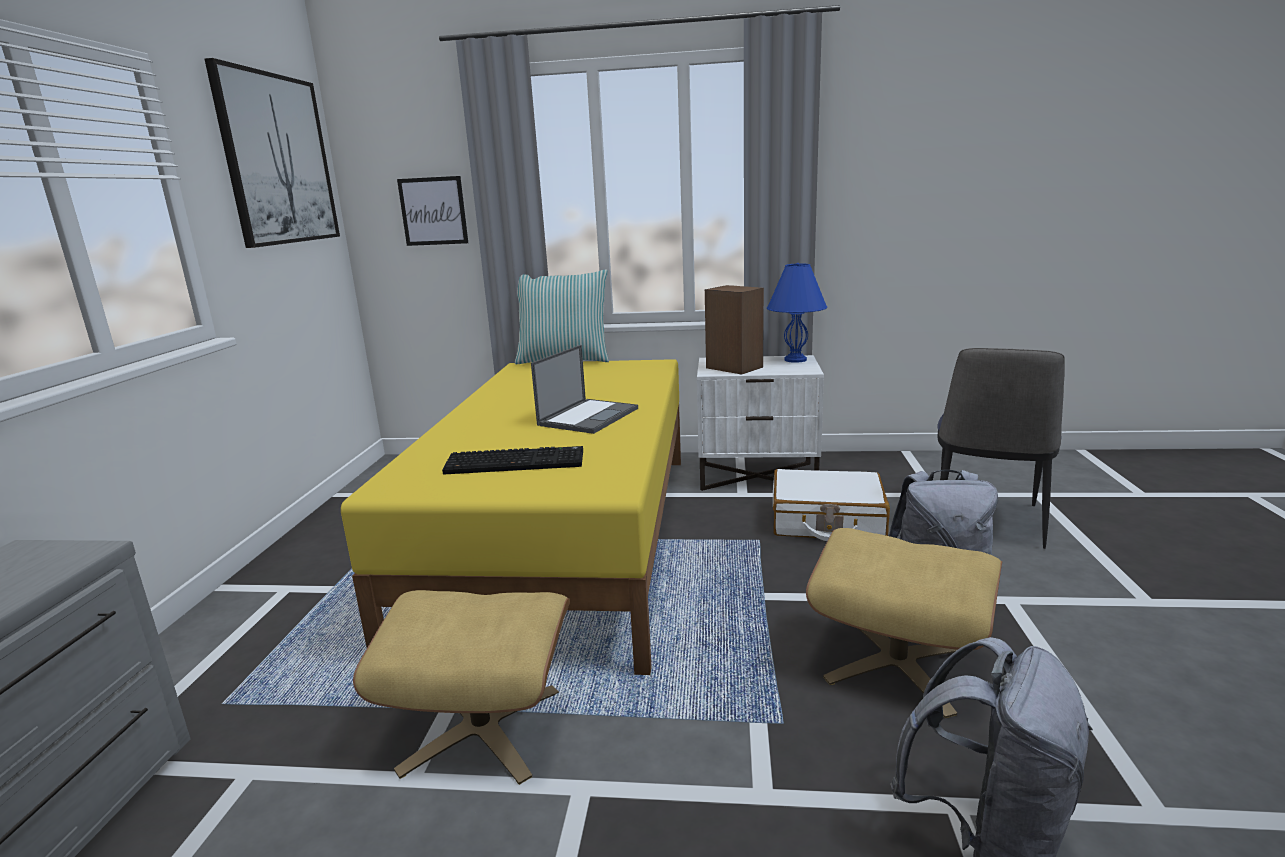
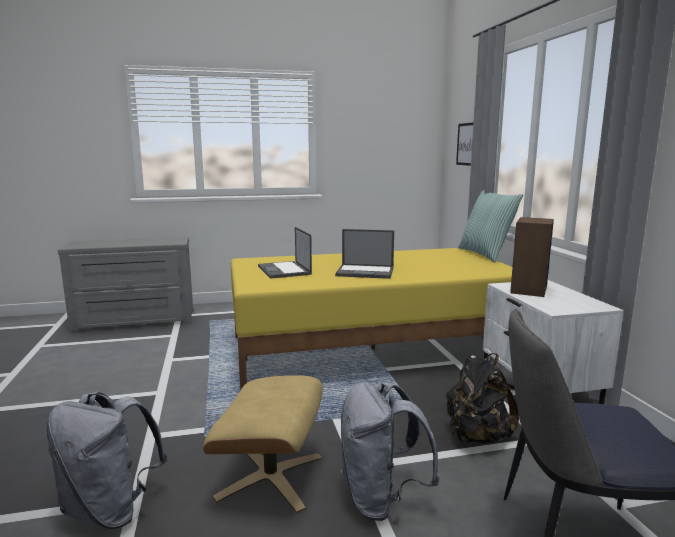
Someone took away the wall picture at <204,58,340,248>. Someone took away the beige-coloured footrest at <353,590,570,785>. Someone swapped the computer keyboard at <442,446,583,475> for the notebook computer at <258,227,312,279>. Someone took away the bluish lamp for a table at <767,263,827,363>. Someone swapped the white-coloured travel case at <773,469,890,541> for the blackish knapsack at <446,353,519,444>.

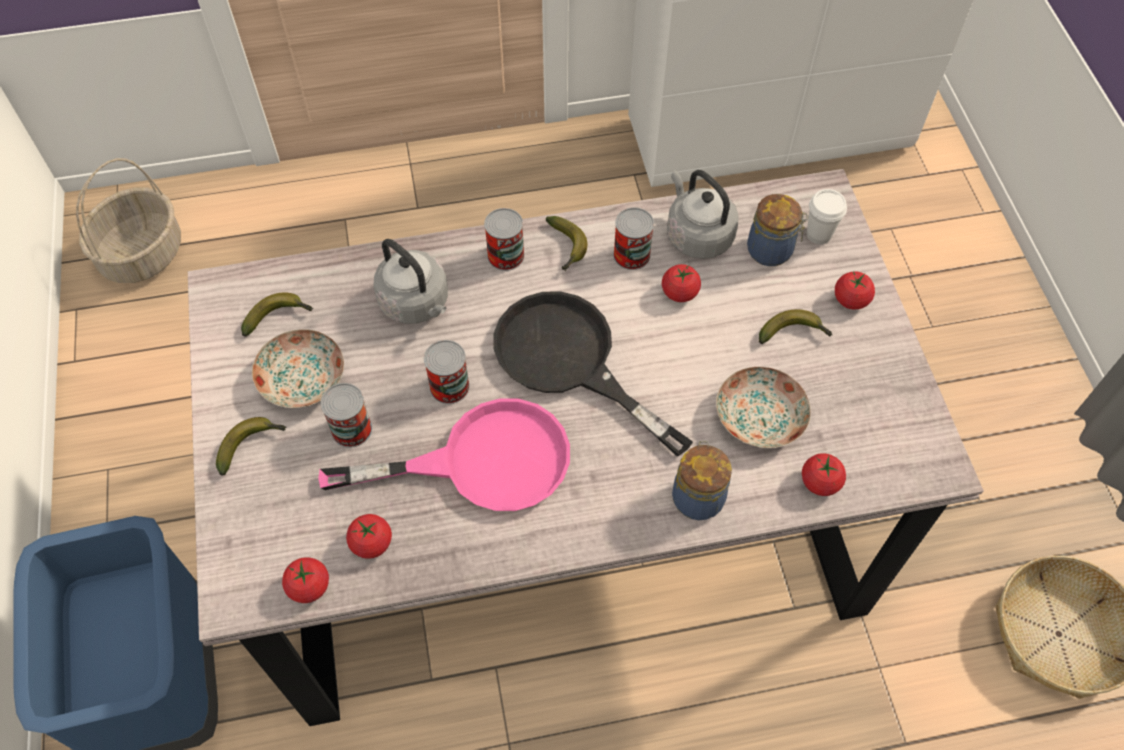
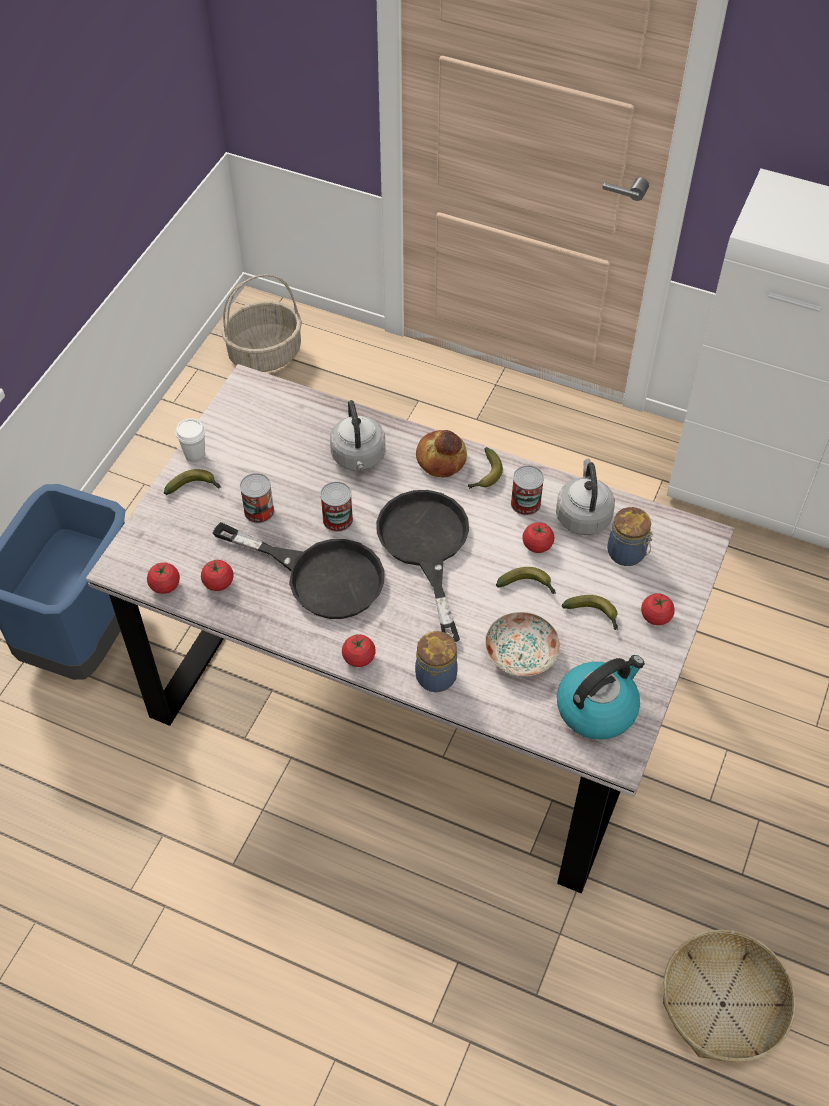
Someone carried the whole banana from <241,293,313,337> to <496,567,556,594>. Someone took away the dinner plate at <252,329,344,408>. Someone repainted the pinkish skillet at <318,398,570,511>, which became the blackish skillet at <213,522,384,619>. Someone swapped the sealed can at <484,208,525,271> for the baked bread at <416,430,467,478>. Someone carried the whole tomato from <802,453,846,496> to <342,634,376,667>. Someone carried the white-coloured drinking cup from <807,189,847,244> to <176,418,206,463>. Someone put down the kettle at <557,655,644,739>.

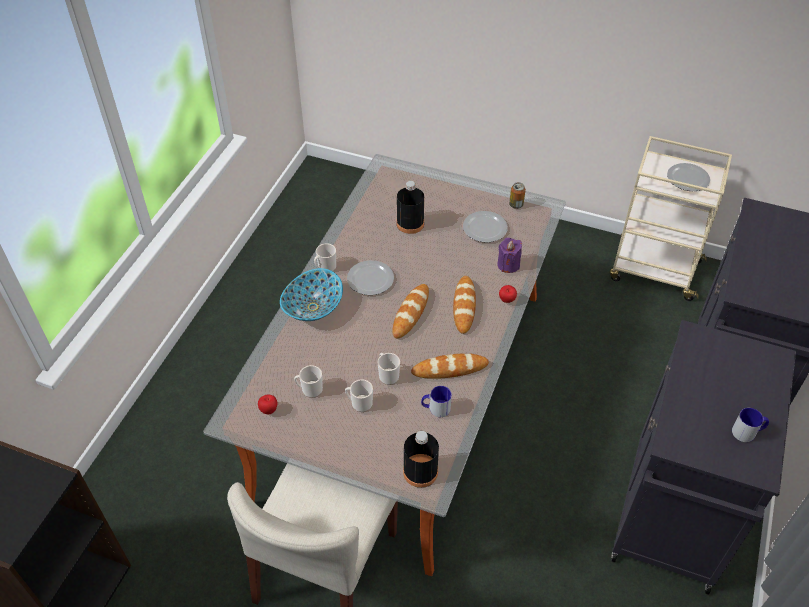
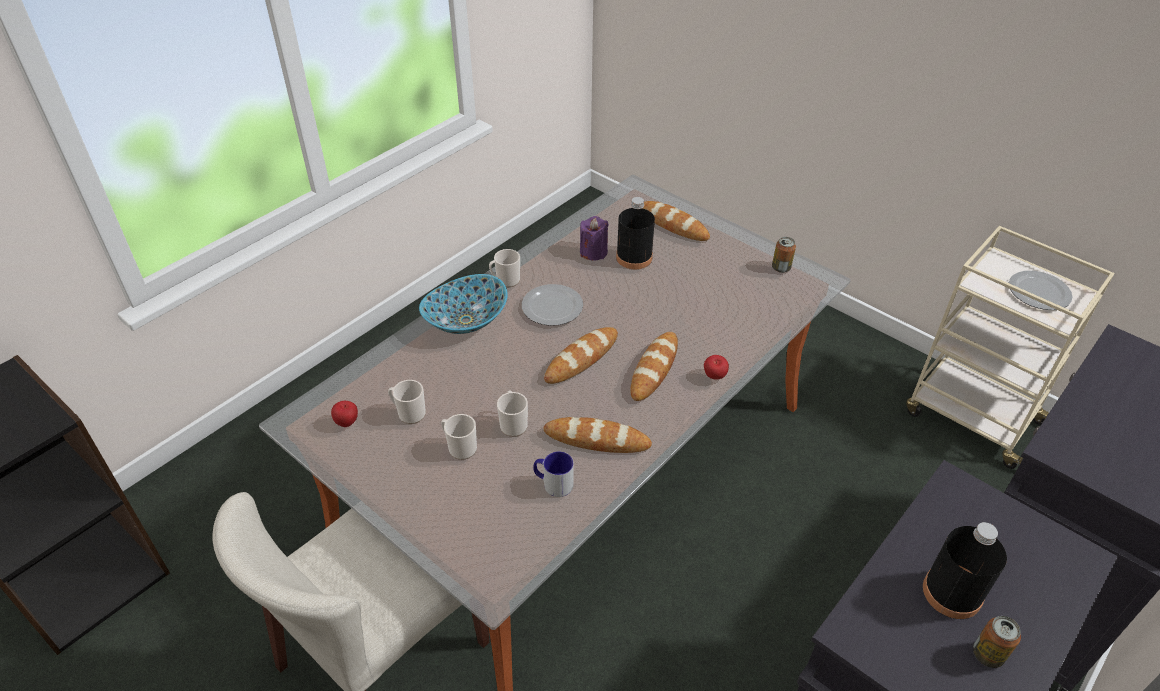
Someone carried the blackish drink bottle from <403,431,439,488> to <923,522,1007,619>. Someone took away the dinner plate at <463,211,508,243>. Someone carried the purple candle from <497,238,522,273> to <580,216,609,260>. Someone swapped the coffee mug at <732,408,769,442> for the sealed can at <973,616,1021,668>. Someone put down the baked bread at <643,201,710,241>.

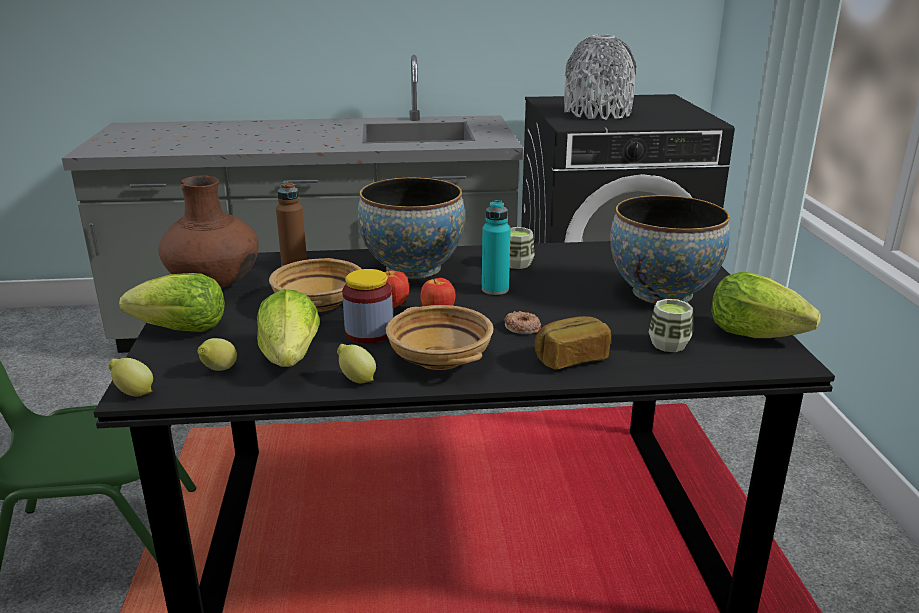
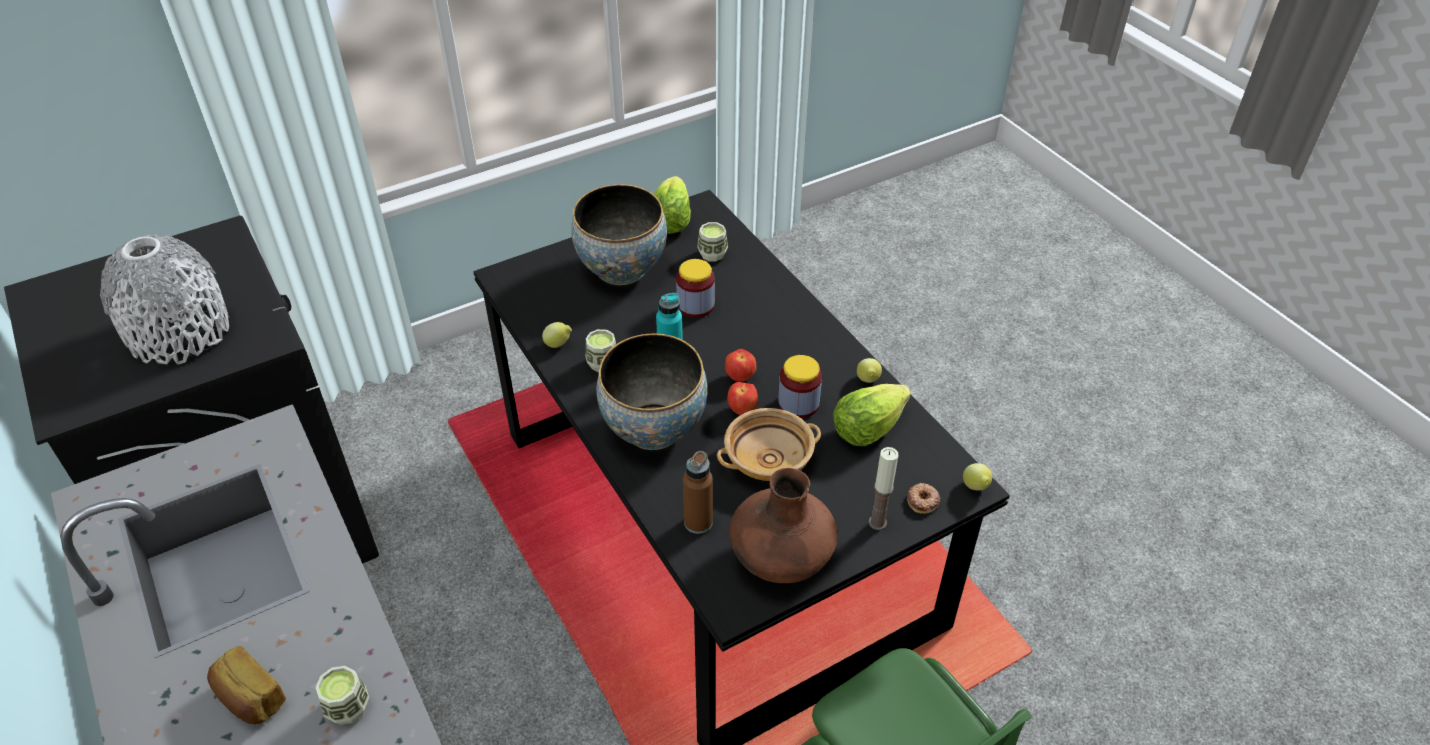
Someone swapped the lettuce at <119,273,225,332> for the candle at <869,447,898,530>. Someone carried the lemon from <197,338,237,371> to <542,322,572,348>. Someone took away the beige-coloured serving bowl at <386,305,493,370>. Someone carried the ring doughnut from <504,311,541,334> to <907,483,940,514>. Someone carried the baked bread from <534,316,611,370> to <207,646,286,725>. Someone put down the drinking cup at <316,666,369,725>. Someone put down the preserve jar at <676,259,715,318>.

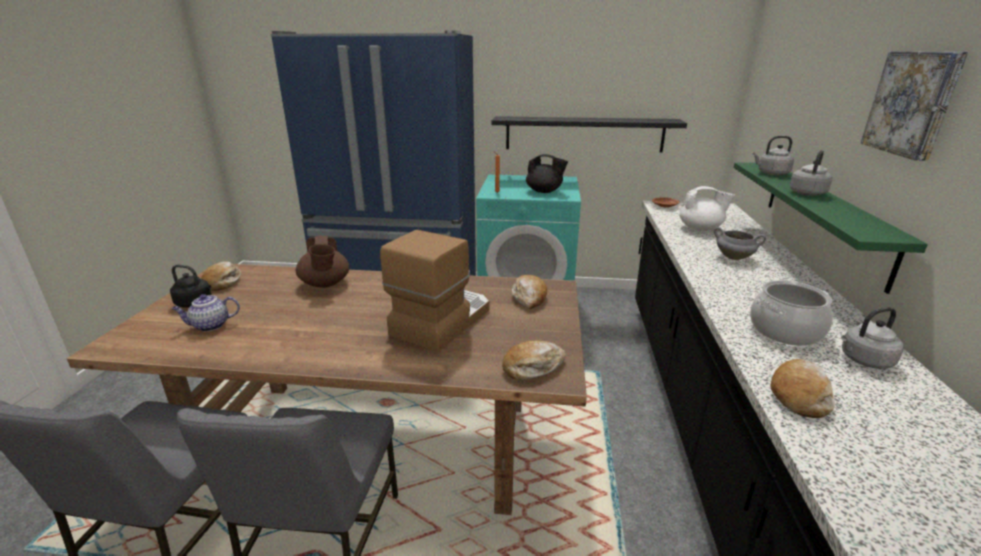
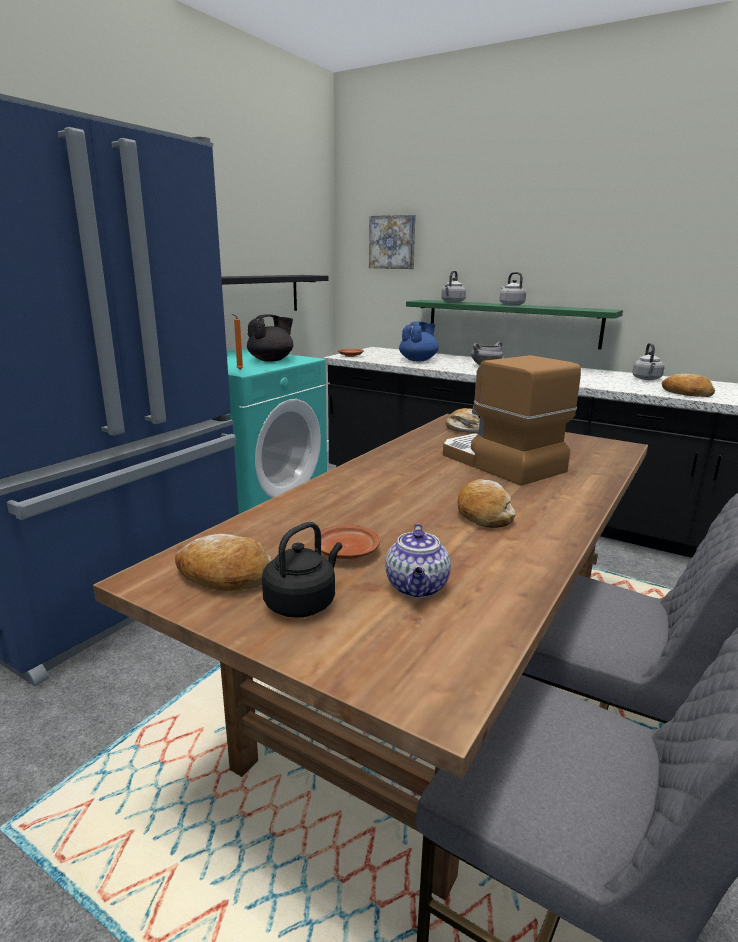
Someone took away the brown-coloured pot for tea at <296,236,349,288>. Someone carried the baked bread from <502,341,566,381> to <458,479,516,528>. Someone repainted the white-coloured pot for tea at <679,186,735,231>, which became the bluish pot for tea at <399,321,439,361>. Someone took away the stockpot at <750,280,833,346>. Someone carried the wall picture from <861,51,968,161> to <369,215,416,269>. Someone put down the brown-coloured dinner plate at <314,524,380,559>.

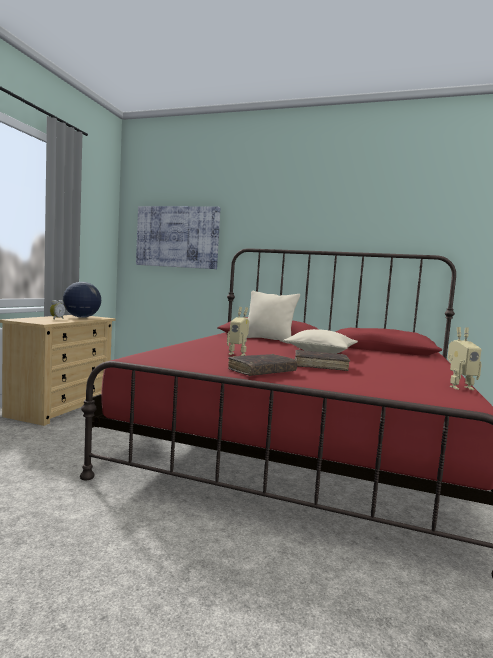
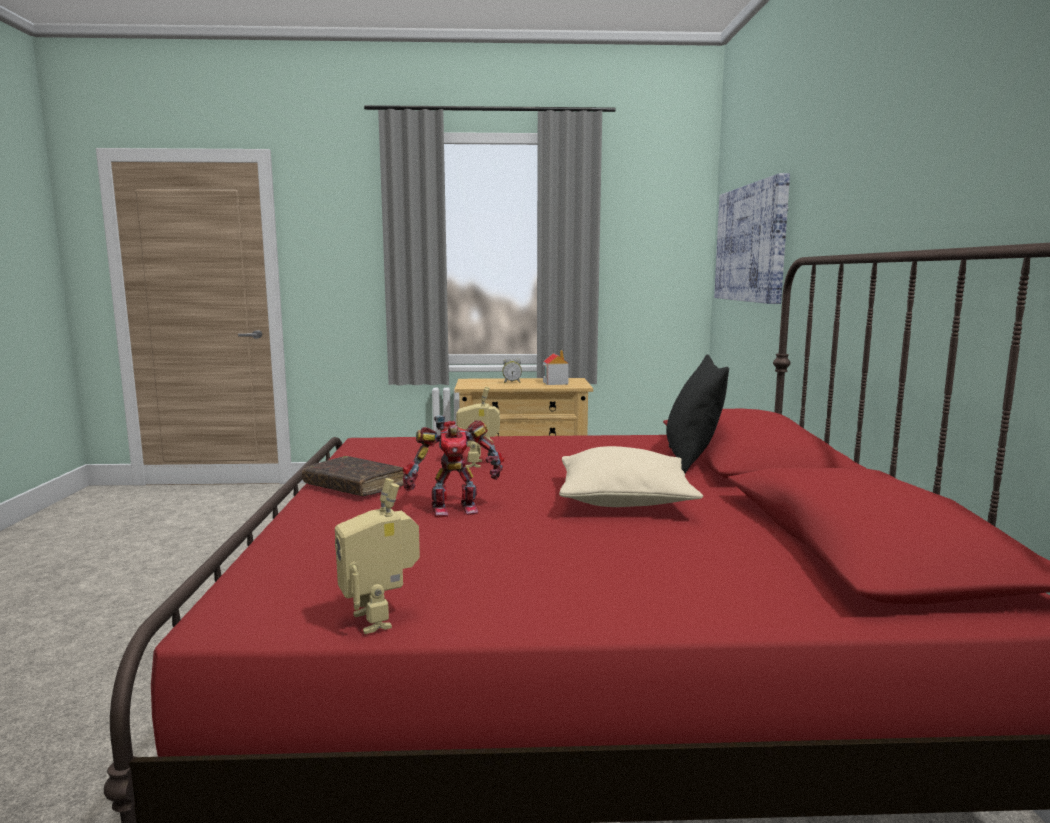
Someone swapped the world globe at <63,282,101,318> for the model house at <543,350,569,385>. Someone repainted the beige-coloured throw pillow at <247,291,300,344>, which became the blackish throw pillow at <667,354,729,473>. Someone swapped the brown-coloured book at <295,349,350,371> for the robot figure at <403,415,504,518>.

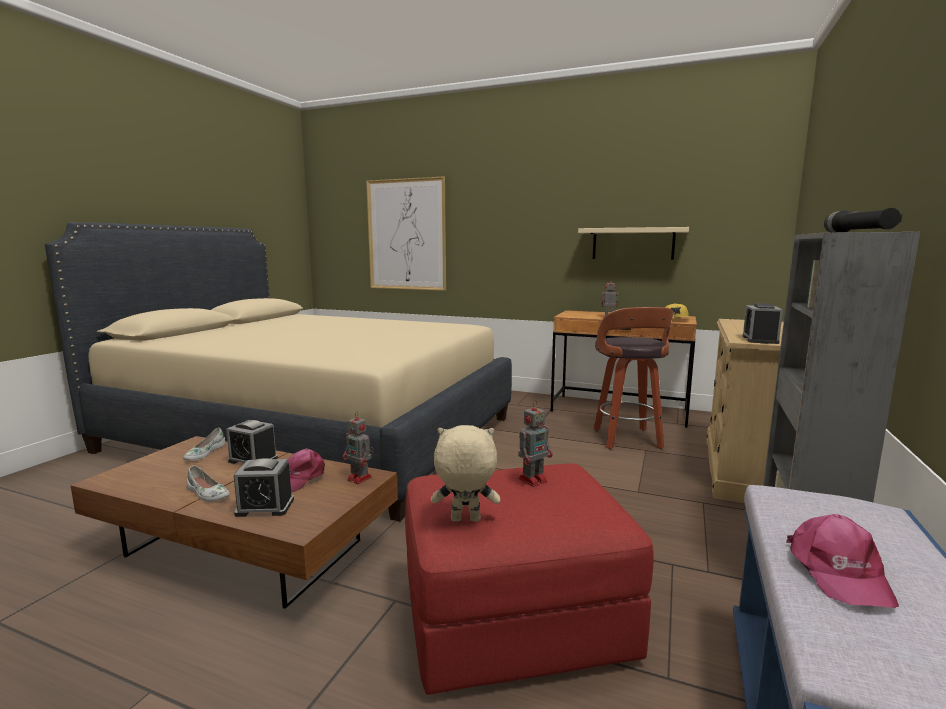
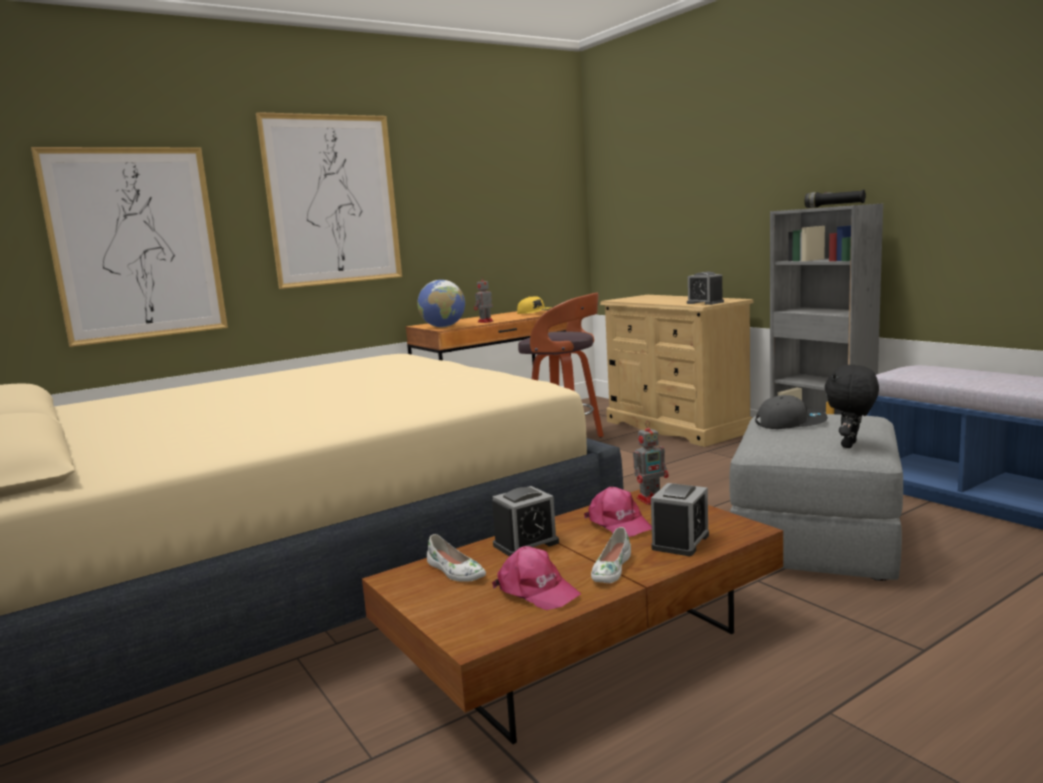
Someone rotated the white-coloured shoe at <187,465,230,502> by 135 degrees clockwise. Someone repainted the red footrest at <405,463,654,695>, which became the grey footrest at <729,414,903,581>. Someone repainted the beige-coloured plush toy at <431,425,500,522>, which became the blackish plush toy at <825,365,879,448>. Someone swapped the robot figure at <518,400,553,487> for the grey cap at <755,395,828,429>. Someone took away the beige-coloured wall shelf at <578,227,689,260>. Someone carried the pinkish cap from <786,514,899,608> to <492,546,581,610>. Someone put up the wall picture at <256,112,402,289>. Someone put down the world globe at <417,280,465,327>.

